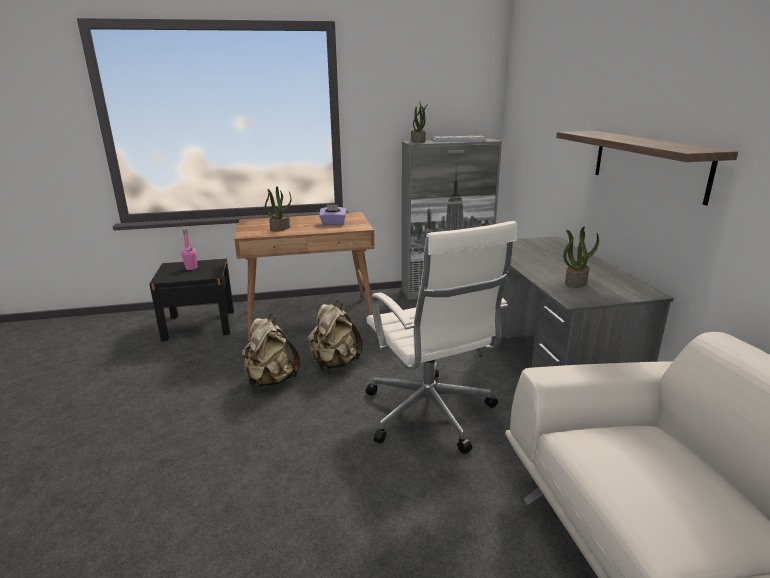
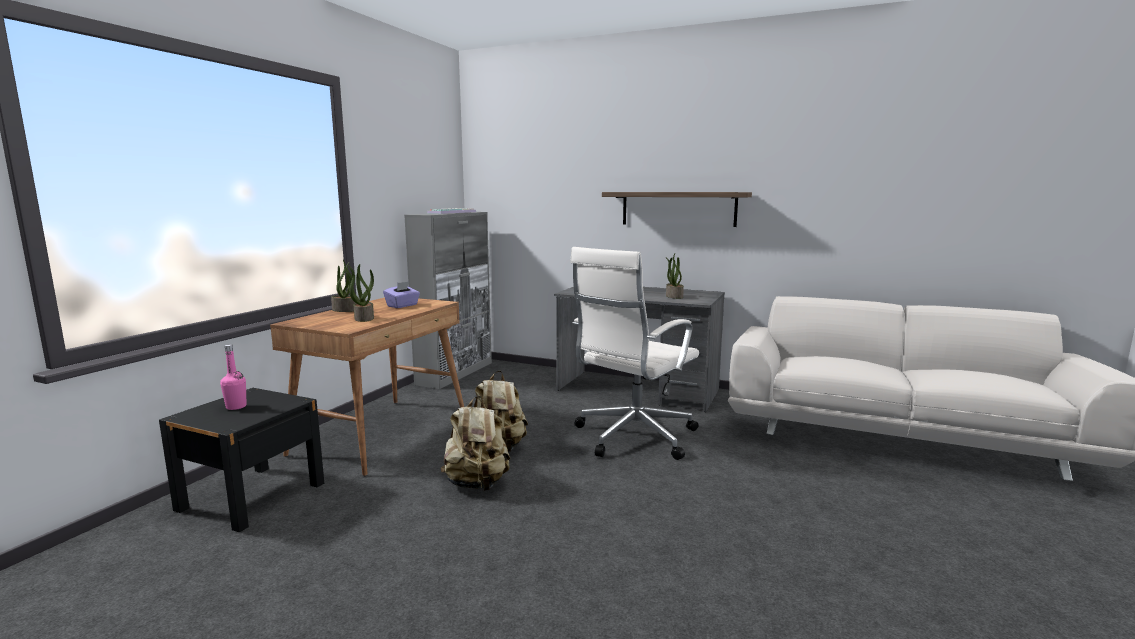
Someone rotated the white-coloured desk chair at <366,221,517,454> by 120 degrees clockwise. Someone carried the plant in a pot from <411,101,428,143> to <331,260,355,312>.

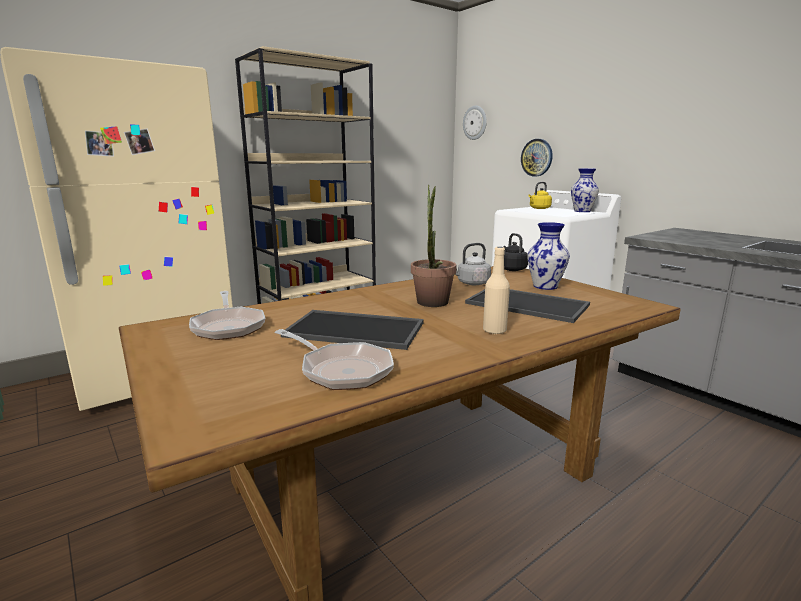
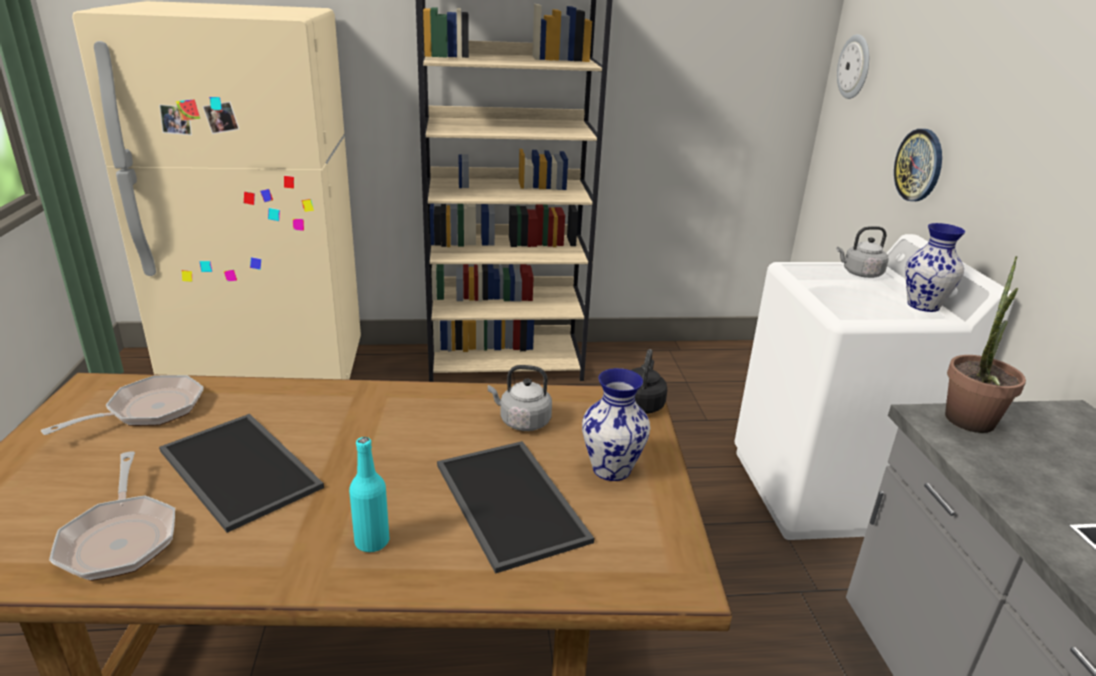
Someone rotated the skillet at <189,291,265,340> by 150 degrees counterclockwise. Someone carried the plant in a pot from <411,185,457,307> to <945,256,1026,433>. Someone repainted the beige-coloured drink bottle at <483,247,510,335>, which became the turquoise drink bottle at <349,437,389,553>. Someone repainted the yellow kettle at <528,182,552,209>, which became the grey kettle at <837,226,888,278>.

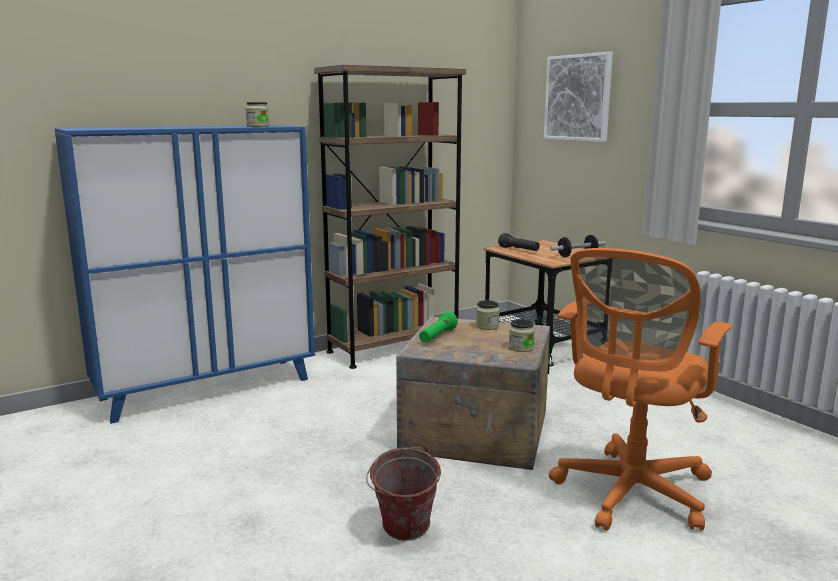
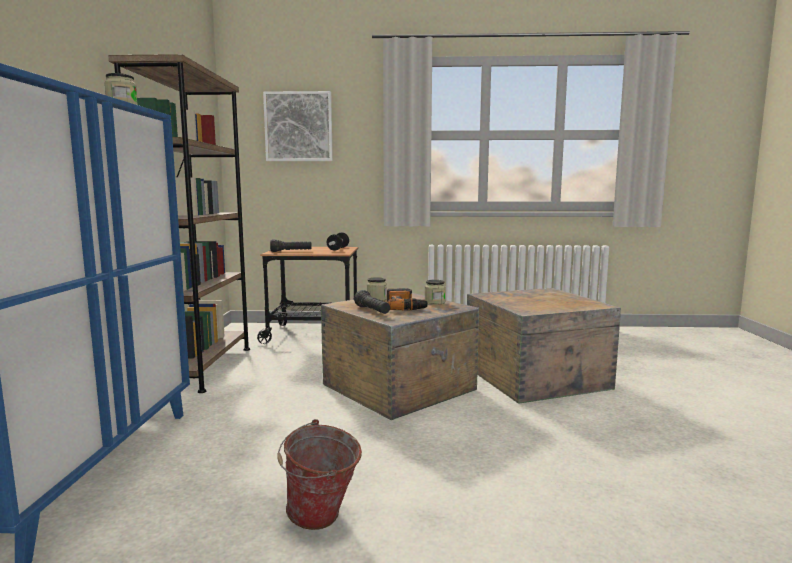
Someone carried the water bucket from <366,446,441,541> to <277,419,362,530>. Someone repainted the greenish torch at <419,311,458,343>, which became the blackish torch at <354,290,390,314>. Someone swapped the orange desk chair at <549,248,732,531> for the shipping crate at <467,288,621,404>. Someone put down the electric drill at <387,288,429,310>.

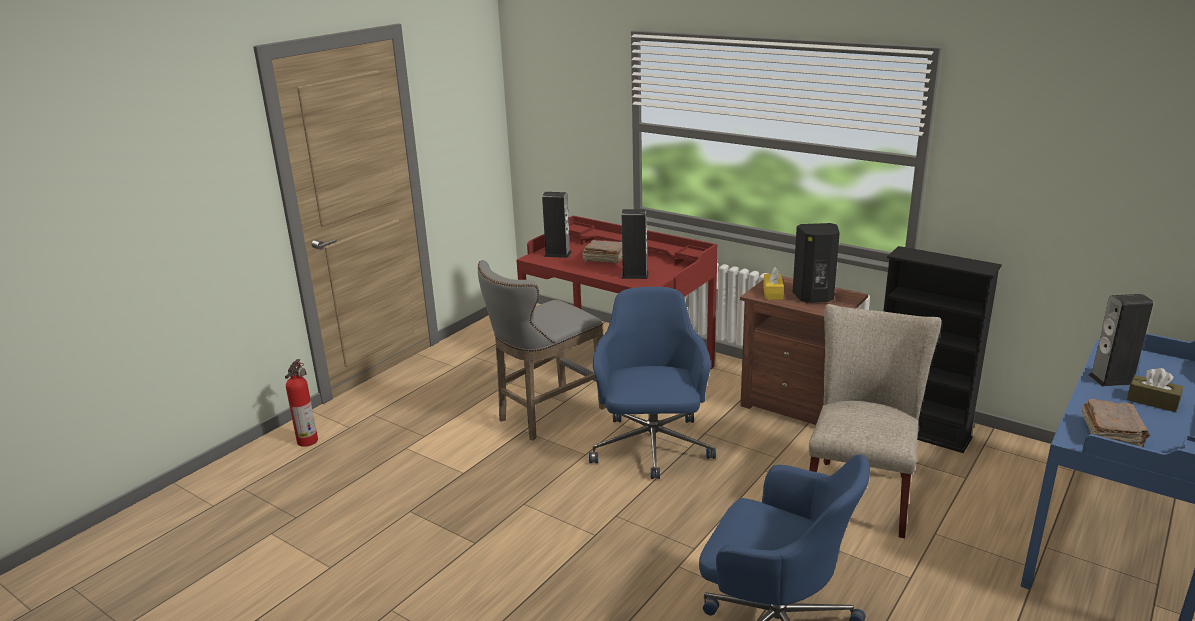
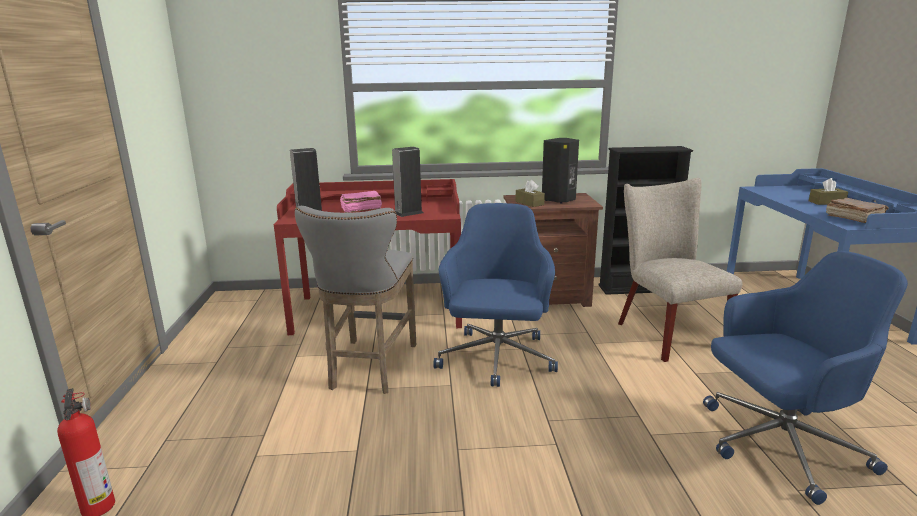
Someone repainted the brown-coloured book at <582,240,622,264>, which became the pinkish book at <340,191,382,213>. Someone rotated the bluish desk chair at <589,287,716,479> by 45 degrees clockwise. Someone repainted the yellow box of tissues at <763,267,784,300>, which became the brown-coloured box of tissues at <516,180,545,207>. Someone took away the audio speaker at <1089,294,1153,386>.

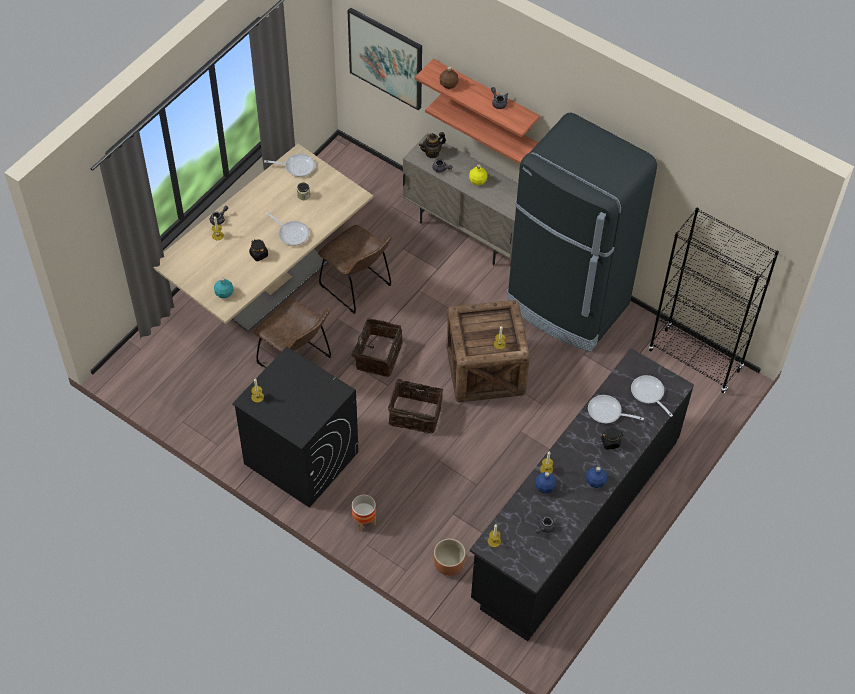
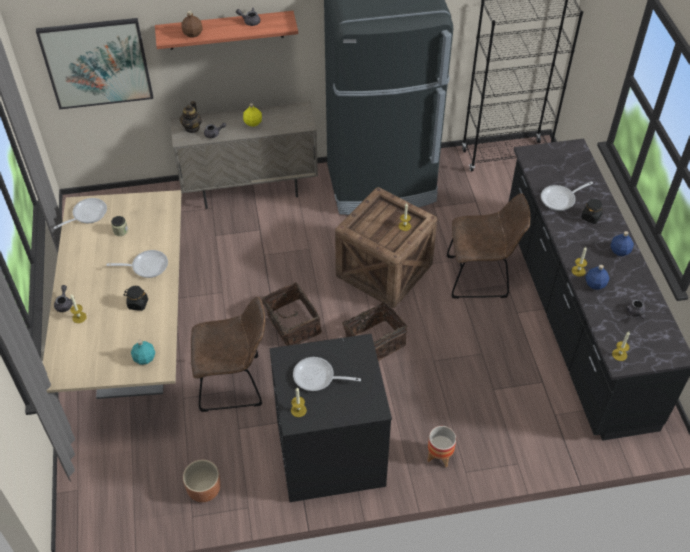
Someone carried the brown-coloured upright chair from <318,225,392,314> to <447,193,530,299>. Someone took away the wall shelf at <425,94,538,164>. Someone carried the brown-coloured planter from <434,539,466,576> to <183,460,221,502>. Someone carried the skillet from <631,375,673,417> to <293,357,361,391>.

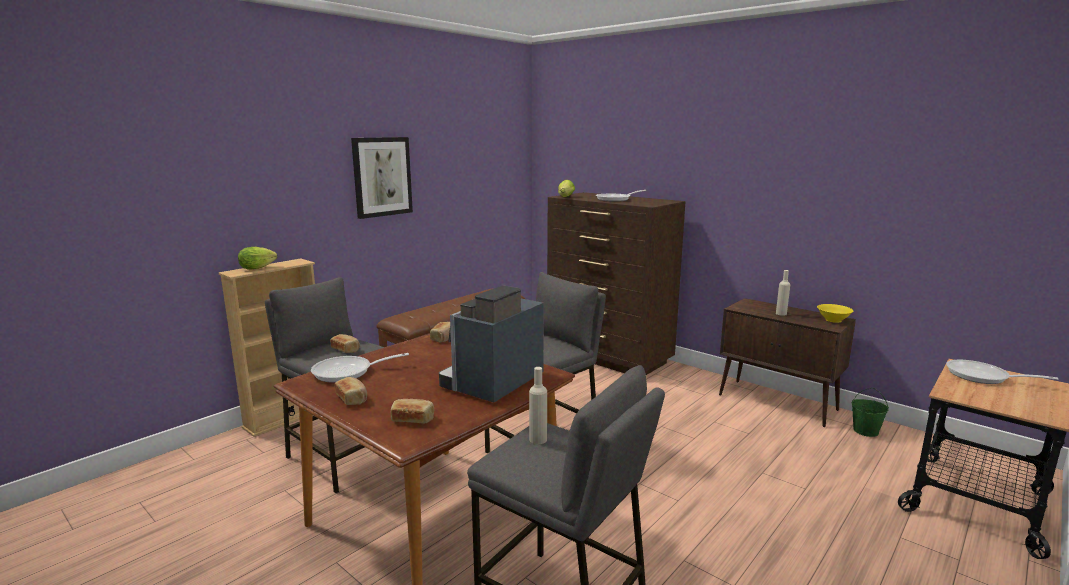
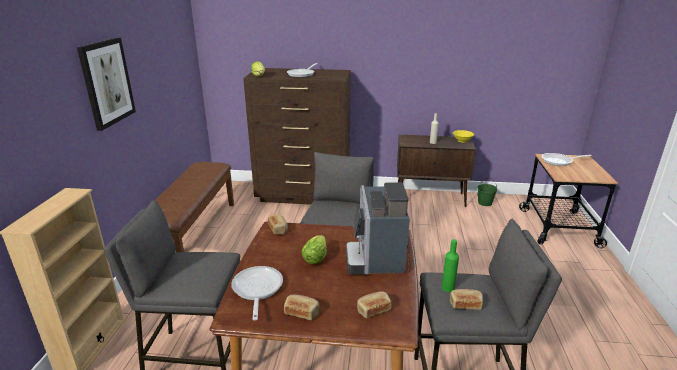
Someone carried the lettuce from <238,247,277,269> to <301,235,327,264>. Someone rotated the skillet at <311,353,409,383> by 135 degrees clockwise. Someone carried the baked bread from <330,334,360,353> to <450,289,483,310>. Someone repainted the beige-coloured drink bottle at <529,367,547,444>, which became the greenish drink bottle at <442,239,459,292>.

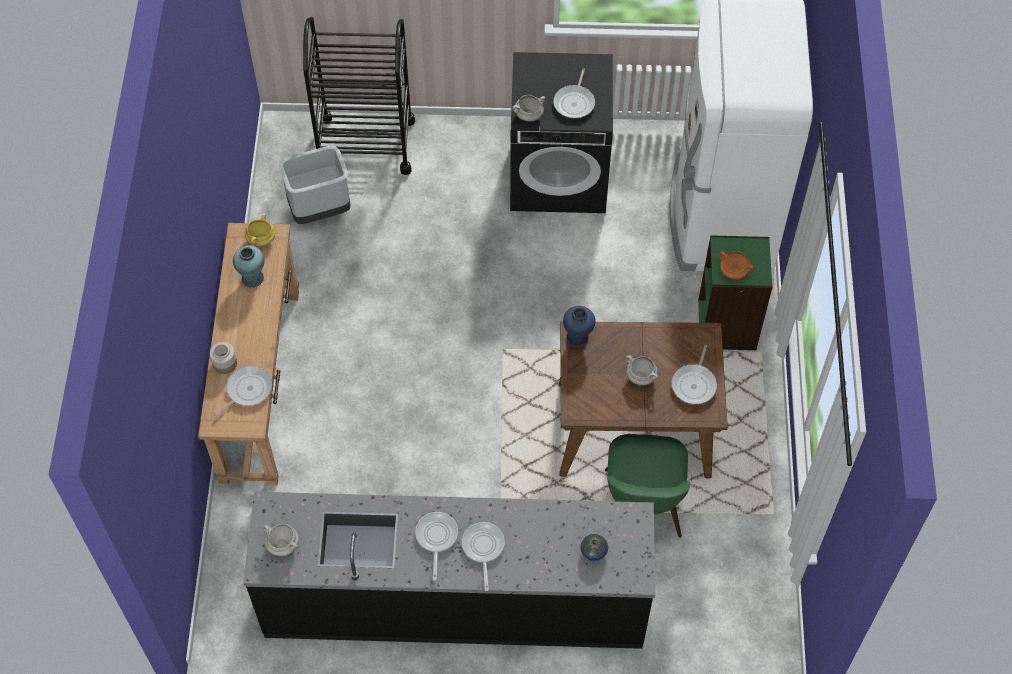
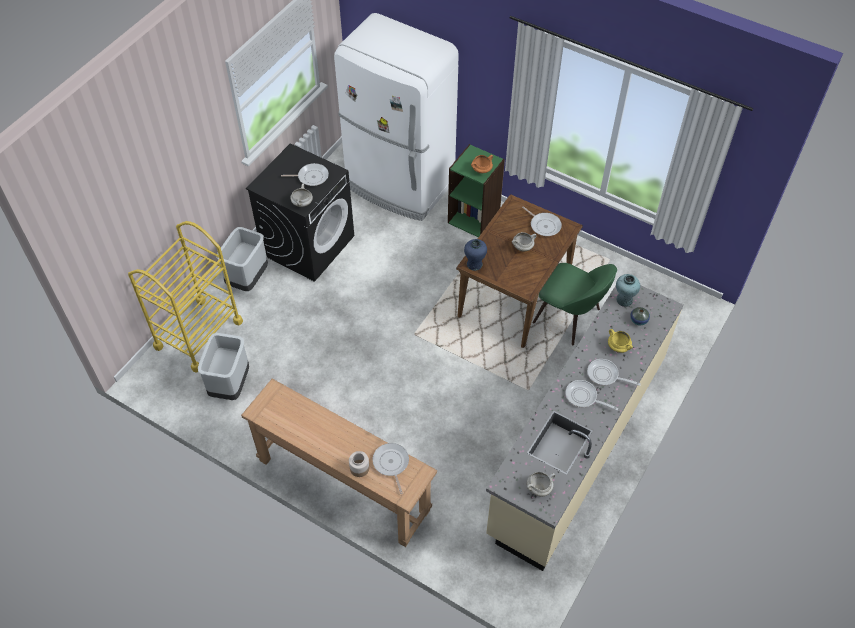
Someone carried the turquoise decorative vase from <233,245,265,288> to <616,274,640,307>. Someone repainted the blackish kitchen counter at <243,492,655,649>, which became the beige-coloured kitchen counter at <486,285,683,571>. Someone carried the yellow stockpot from <245,213,275,247> to <608,329,633,353>. Someone repainted the blackish cart at <303,17,415,175>, which became the yellow cart at <128,221,243,373>. Someone rotated the skillet at <553,68,595,118> by 45 degrees counterclockwise. Someone put down the grey trash can at <216,227,268,291>.

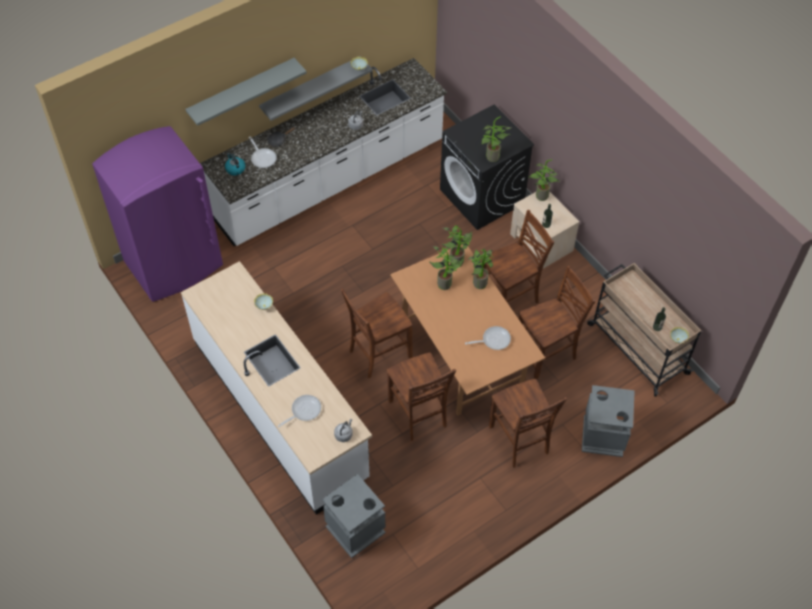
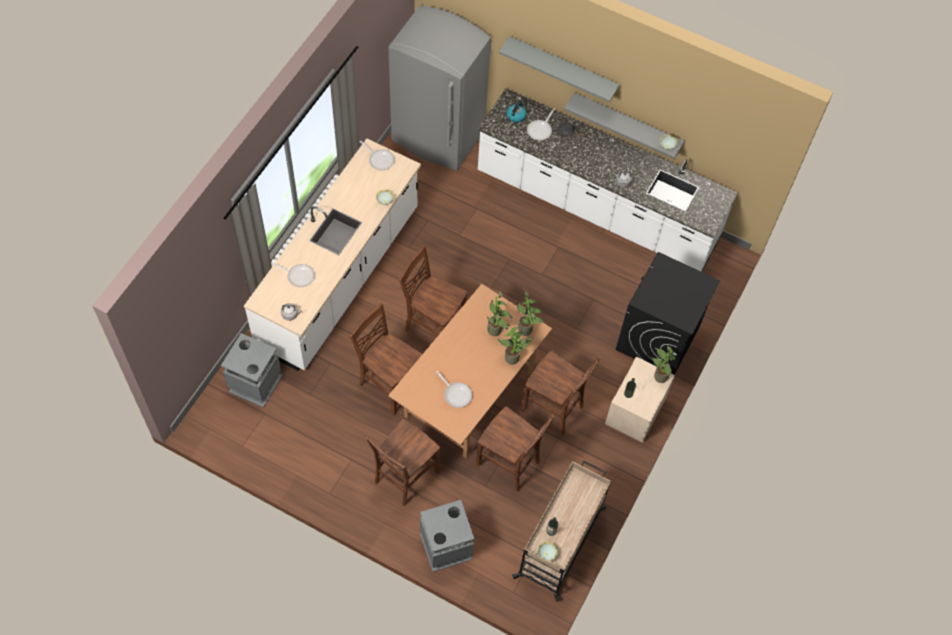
Someone repainted the purple fridge at <92,126,223,302>, which became the grey fridge at <388,5,491,170>. Someone rotated the brown-coloured upright chair at <387,352,456,441> by 90 degrees clockwise. Someone took away the plant in a pot at <482,116,512,162>. Someone put down the skillet at <360,141,395,171>.

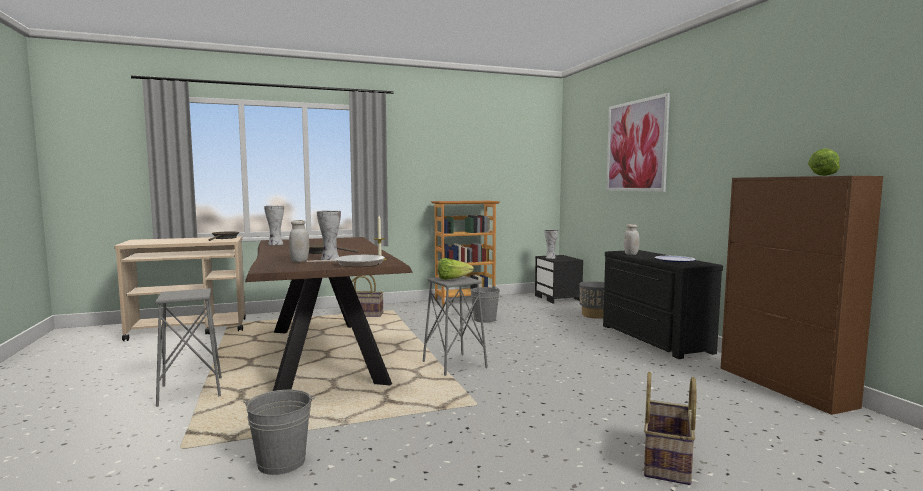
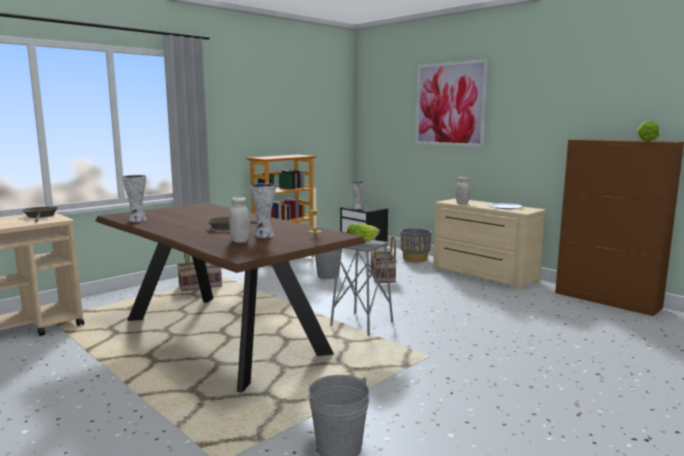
Someone took away the grey sitting stool at <155,288,222,407>. Someone took away the skillet at <306,255,385,267>. Someone repainted the blackish drawer chest at <603,250,723,359>, which became the beige-coloured drawer chest at <433,198,546,290>. Someone carried the storage basket from <644,372,696,485> to <370,235,397,283>.

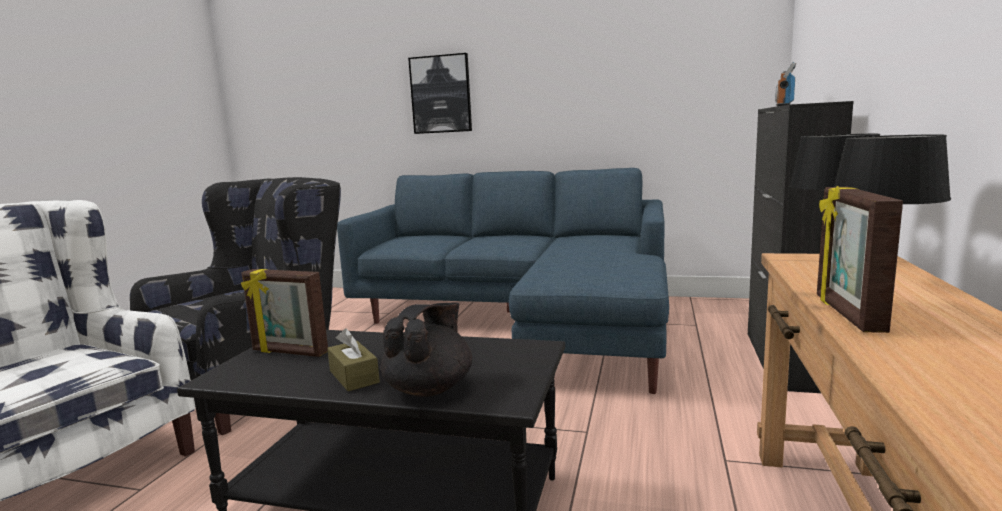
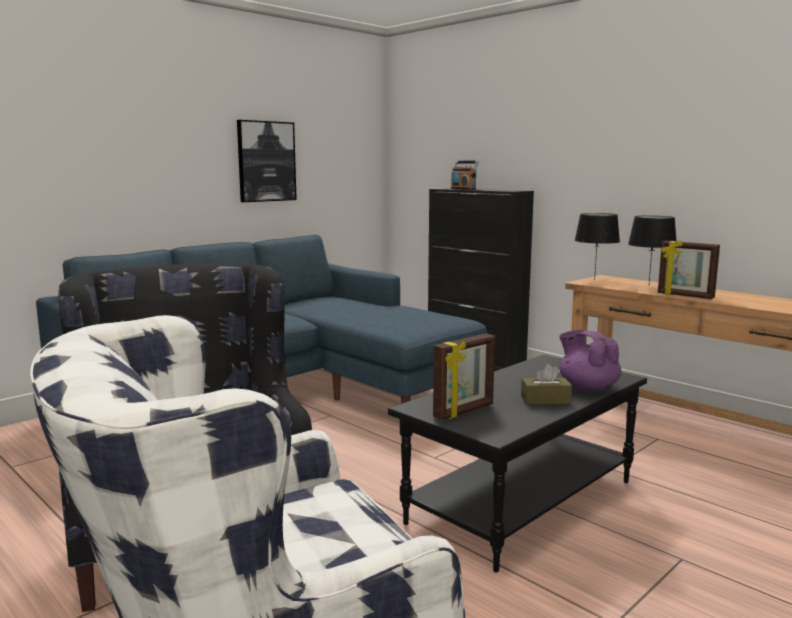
Someone repainted the blackish pot for tea at <381,303,472,397>, which became the purple pot for tea at <559,330,621,392>. Someone carried the wall picture from <408,53,472,134> to <237,120,297,202>.

